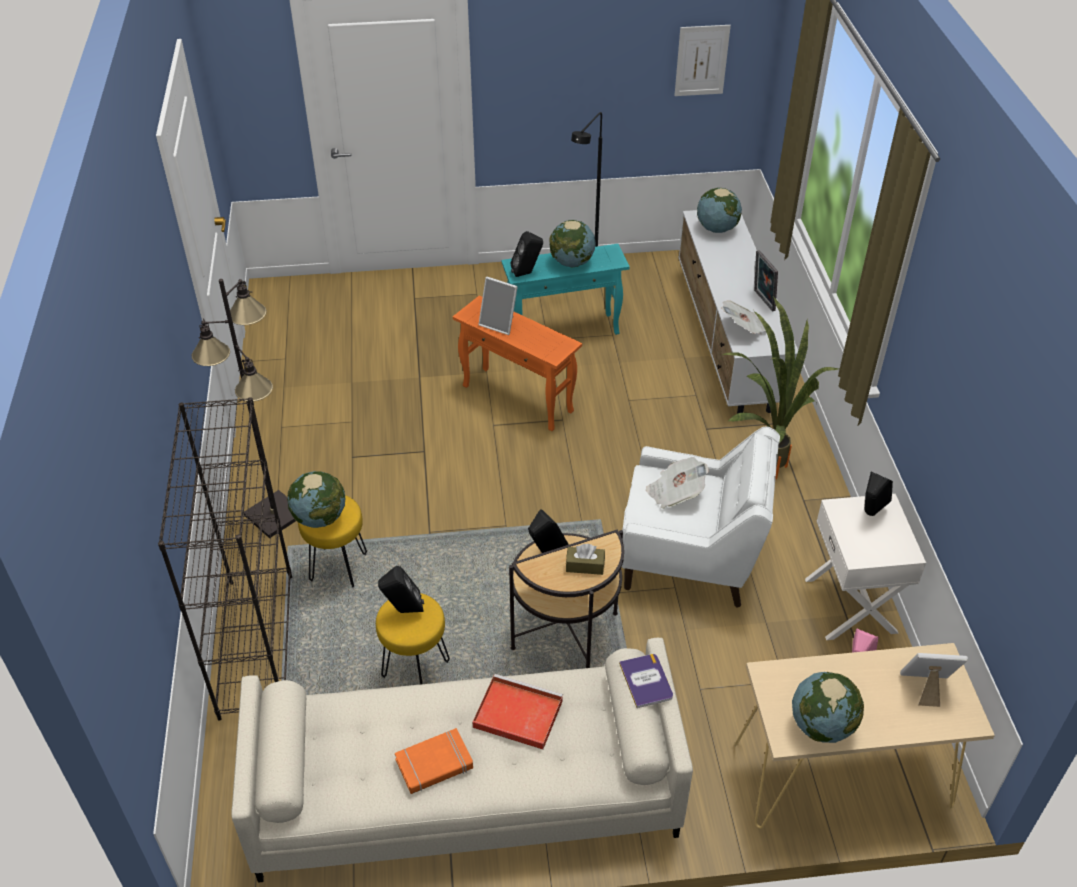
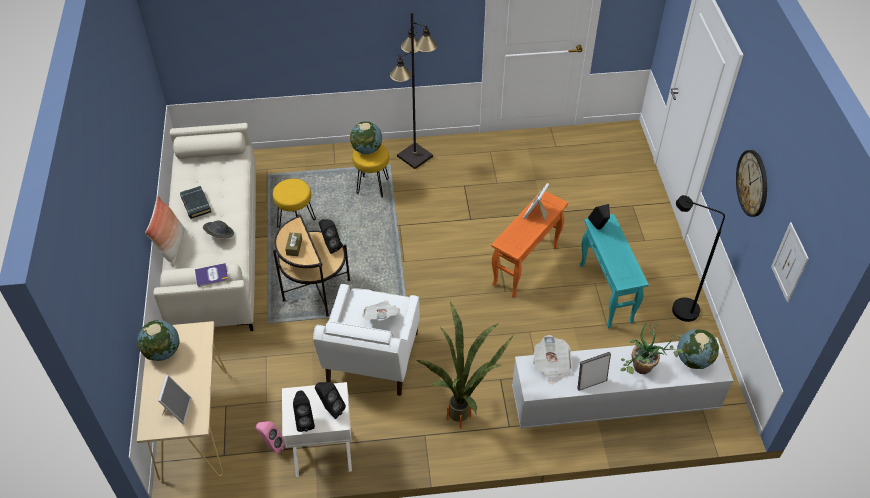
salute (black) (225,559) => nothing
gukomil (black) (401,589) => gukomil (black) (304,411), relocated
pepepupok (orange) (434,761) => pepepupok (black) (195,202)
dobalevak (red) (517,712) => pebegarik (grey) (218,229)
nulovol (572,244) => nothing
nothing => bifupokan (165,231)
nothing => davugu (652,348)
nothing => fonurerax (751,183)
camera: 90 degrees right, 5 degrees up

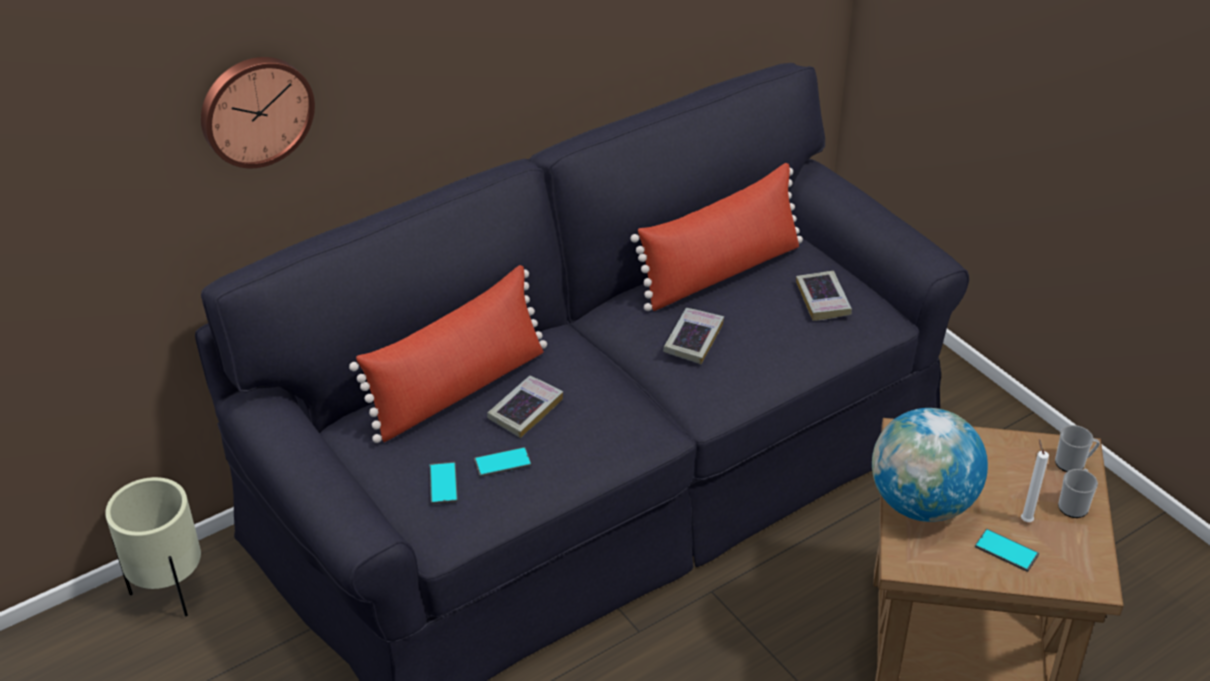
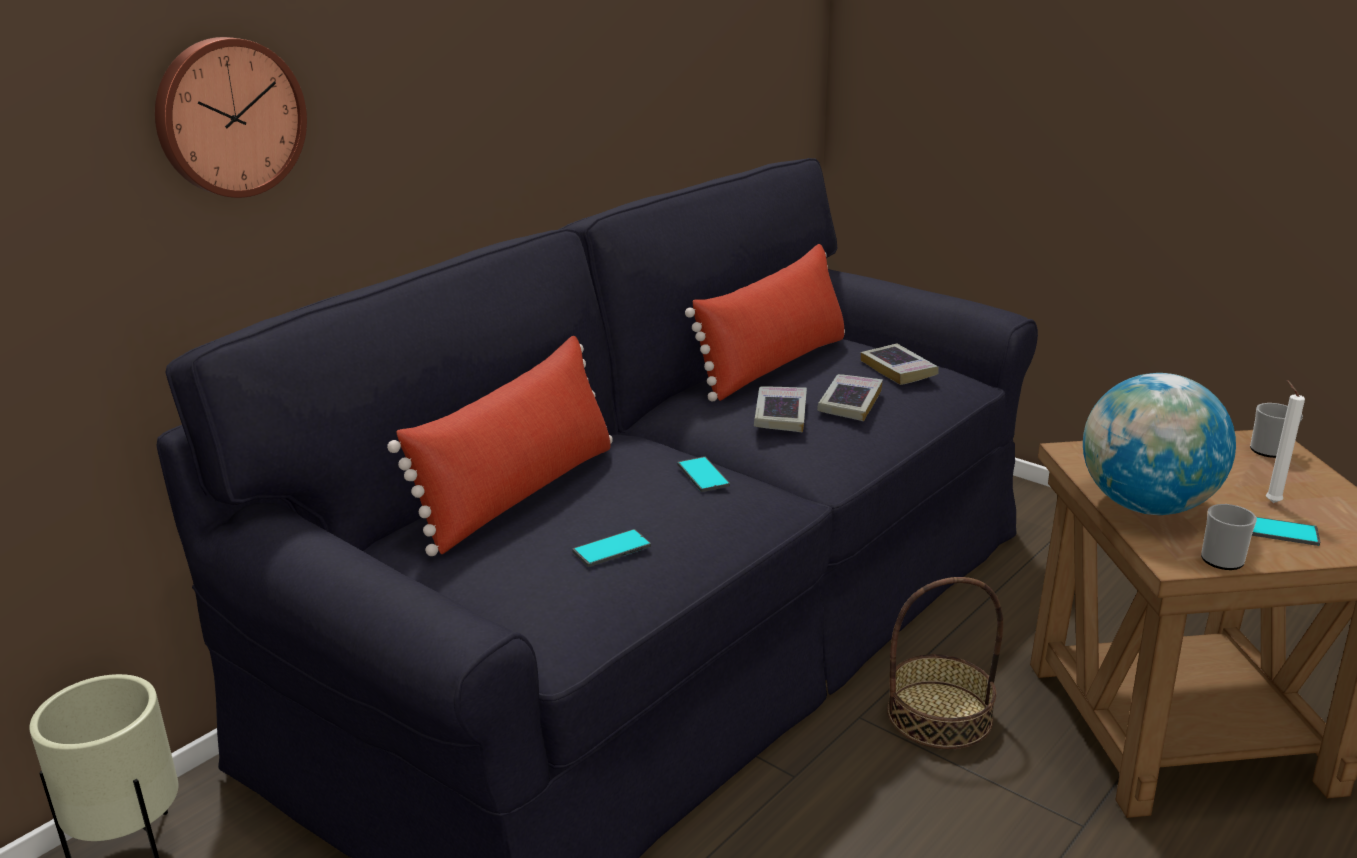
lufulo (444,483) => lufulo (703,474), relocated
pepepupok (525,407) => pepepupok (850,397), relocated
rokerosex (1078,493) => rokerosex (1229,537), relocated
nothing => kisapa (945,663)
camera: 15 degrees left, 15 degrees down

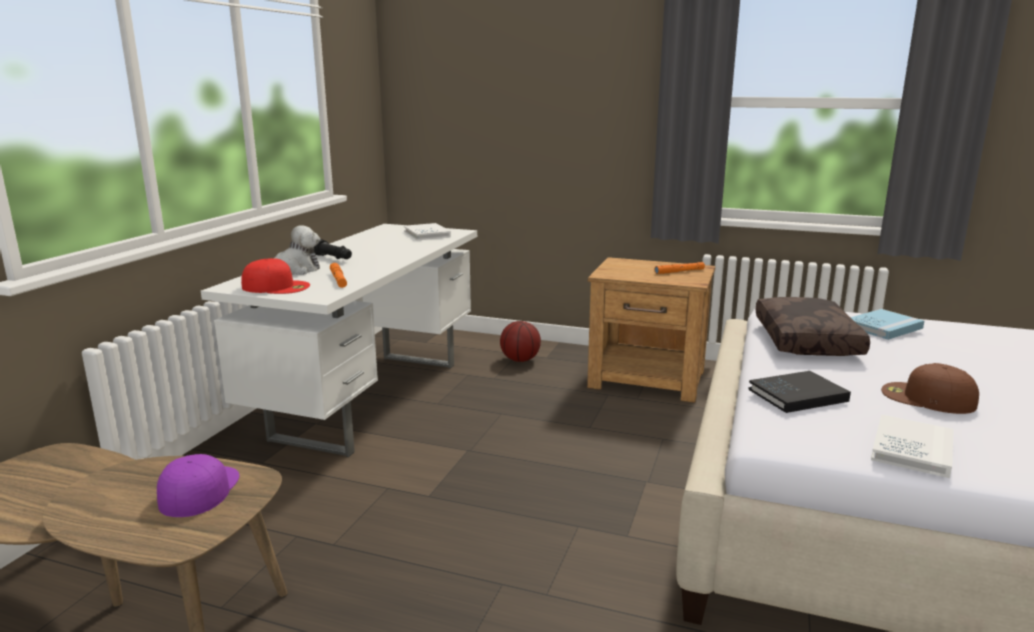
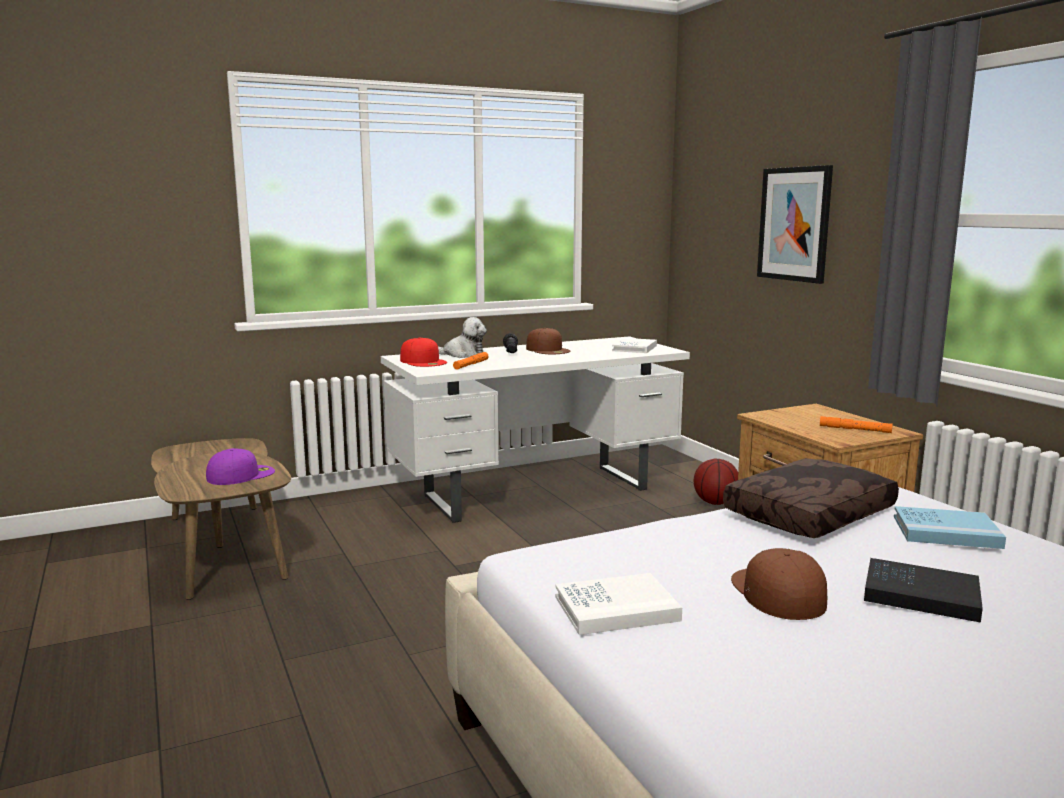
pepepupok (black) (799,392) => pepepupok (black) (923,590), relocated
nothing => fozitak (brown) (548,341)
nothing => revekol (795,224)
camera: 45 degrees right, 5 degrees down

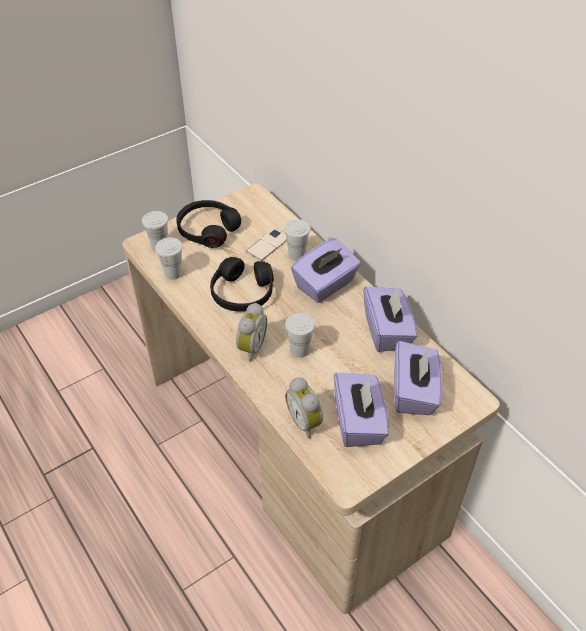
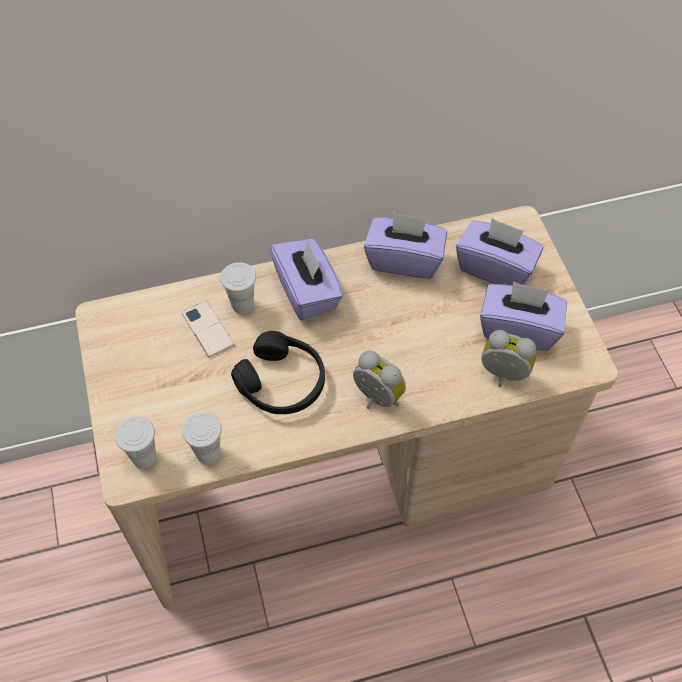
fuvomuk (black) (208,224) => nothing
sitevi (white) (300,335) => nothing
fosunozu (304,408) => fosunozu (508,358), 150 degrees counterclockwise
camera: 70 degrees left, 10 degrees up

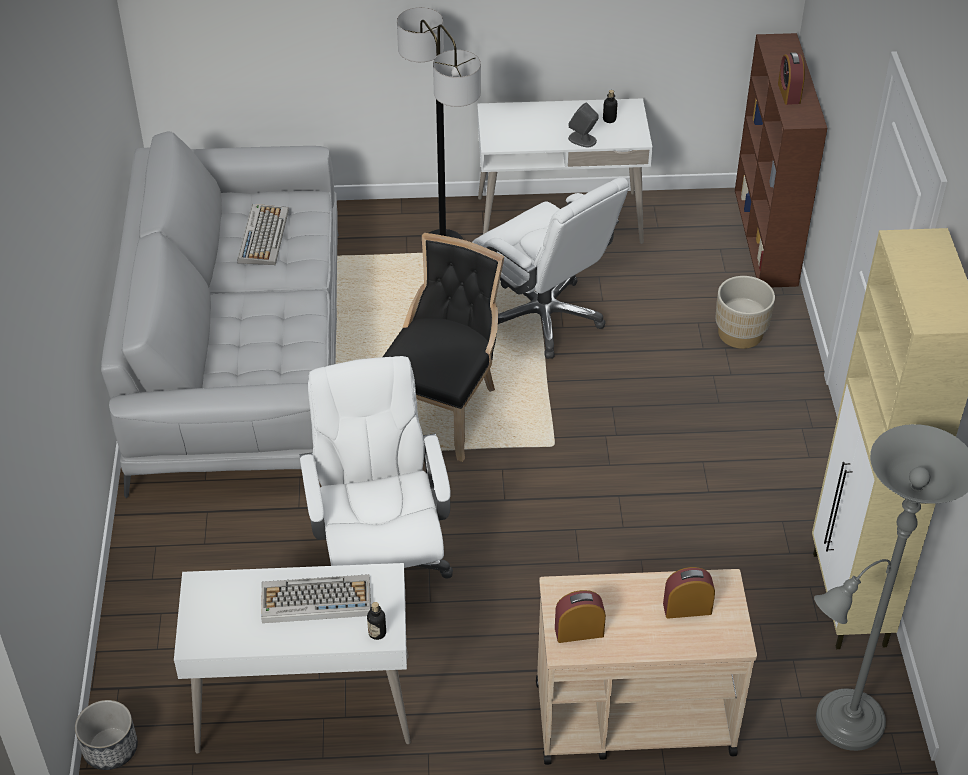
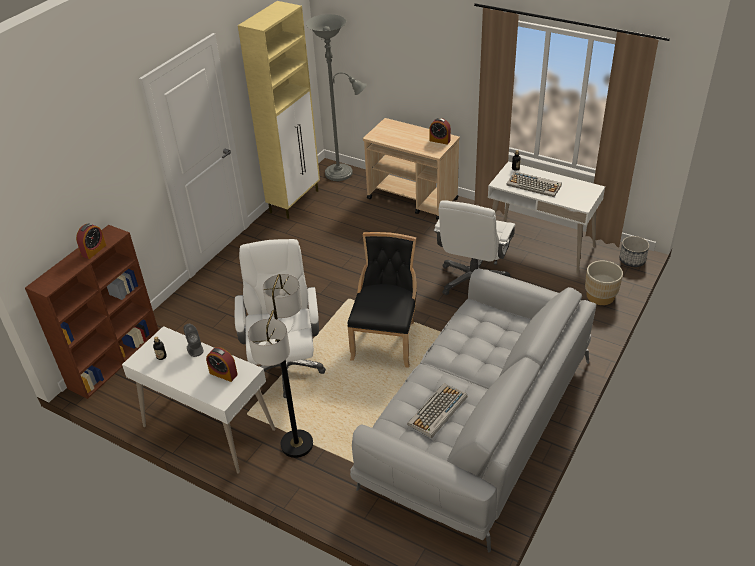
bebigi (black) (443,347) => bebigi (black) (382,300), 135 degrees clockwise
fosunozu (689,593) => fosunozu (222,364), relocated
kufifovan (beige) (745,312) => kufifovan (beige) (604,282), relocated
camera: 145 degrees left, 5 degrees down

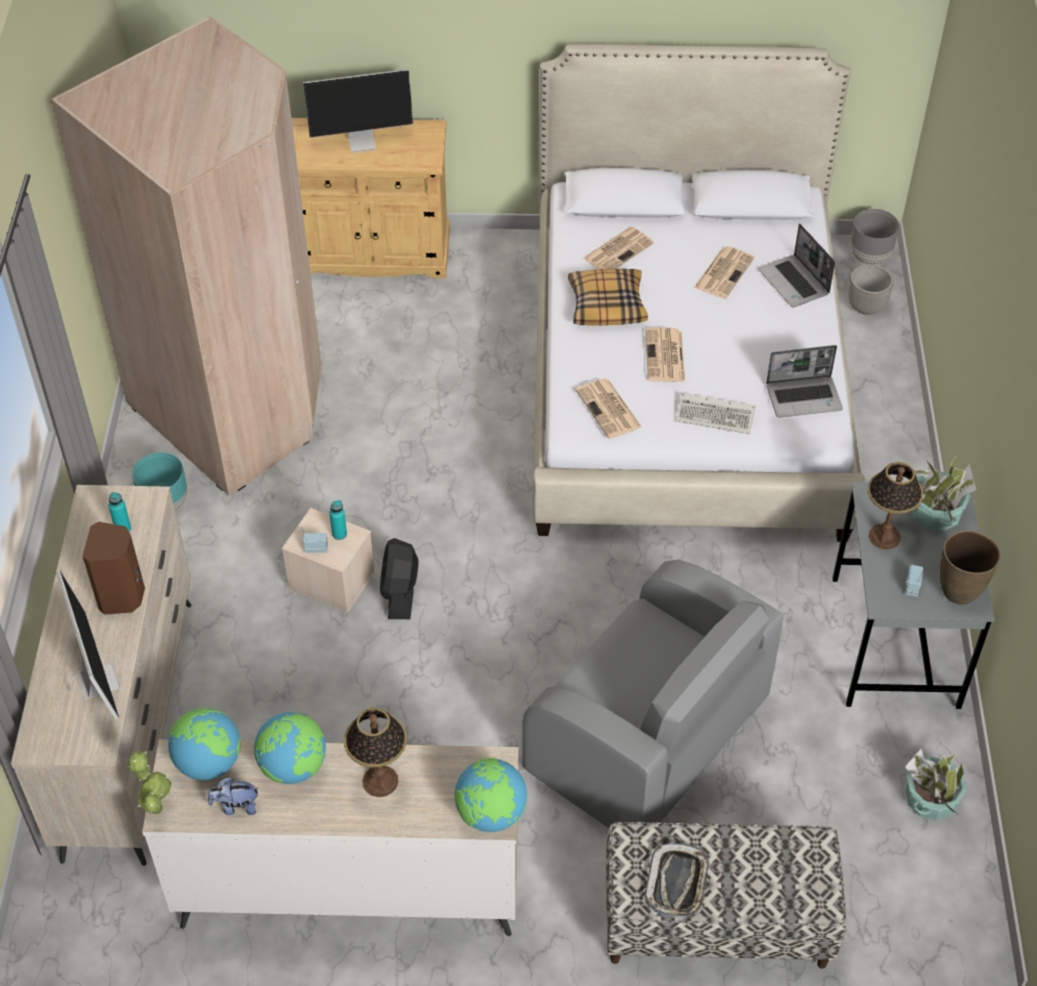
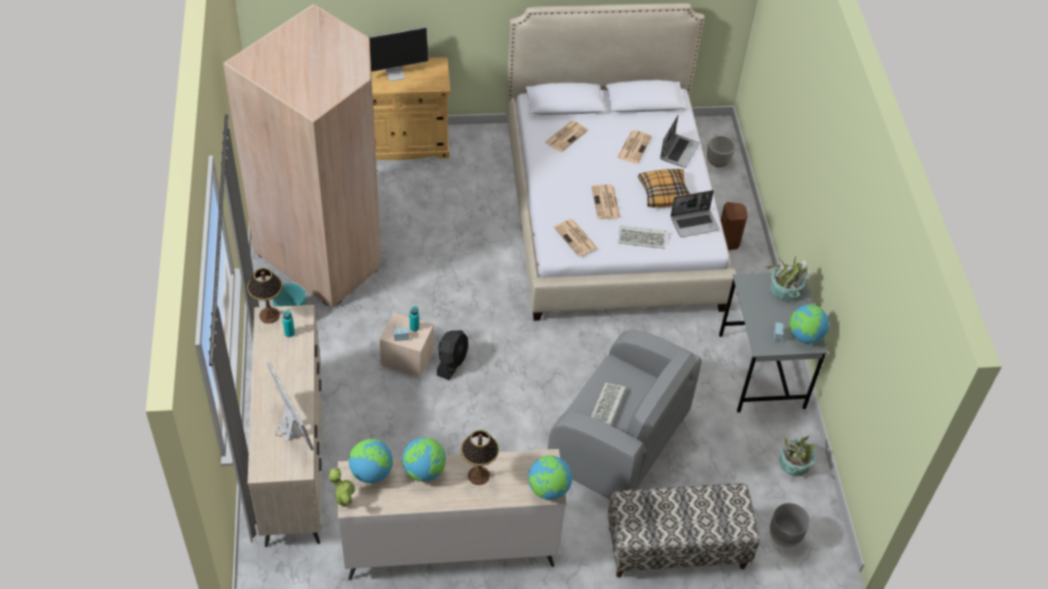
gukomil (brown) (114,568) => gukomil (brown) (734,226), relocated
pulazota (233,796) => nothing
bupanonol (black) (399,578) => bupanonol (black) (452,355), 150 degrees counterclockwise
bifupokan (608,297) => bifupokan (664,188), relocated
dobalevak (677,880) => nothing
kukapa (796,266) => kukapa (680,142), 120 degrees counterclockwise
kufifovan (grey) (874,236) => kufifovan (grey) (790,525), relocated
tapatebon (895,505) => tapatebon (265,296), relocated
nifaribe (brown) (970,567) => nulovol (809,324)
nothing => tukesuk (608,404)
camera: 10 degrees left, 0 degrees up

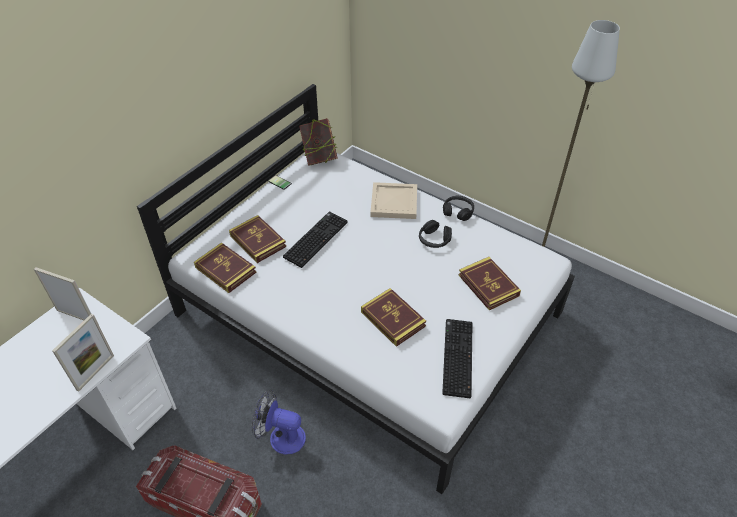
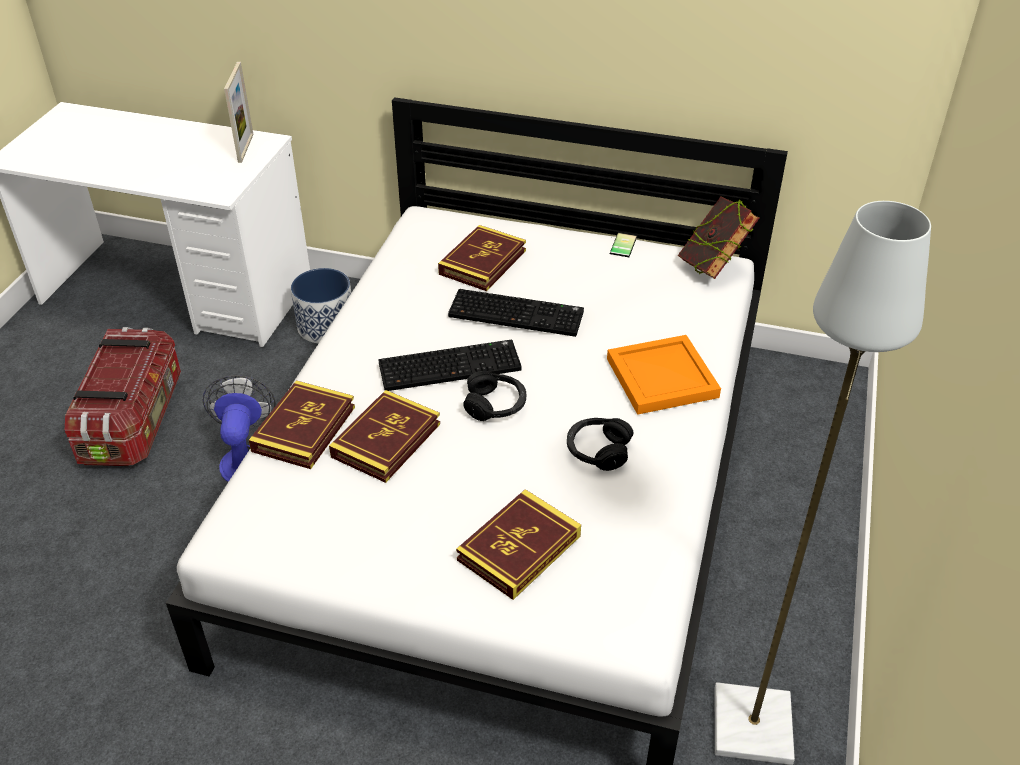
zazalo (83,353) => nothing
pepepupok (225,268) => pepepupok (302,424), relocated
dobalevak (beige) (393,200) => dobalevak (orange) (664,375)
tukesuk (457,359) => tukesuk (450,365), relocated
fuvomuk (black) (458,208) => fuvomuk (black) (494,396), relocated
nothing => kufifovan (321,305)
camera: 70 degrees right, 5 degrees down

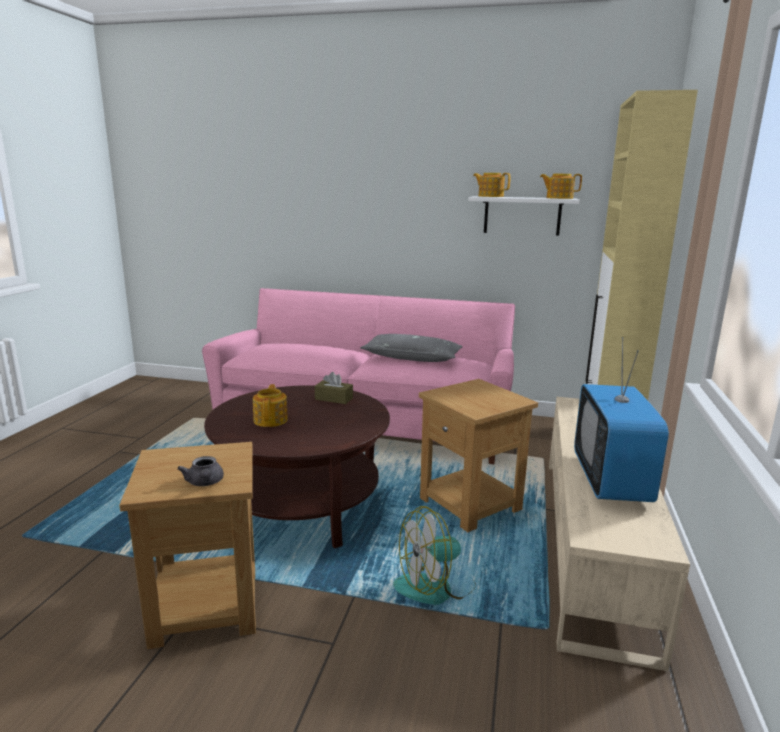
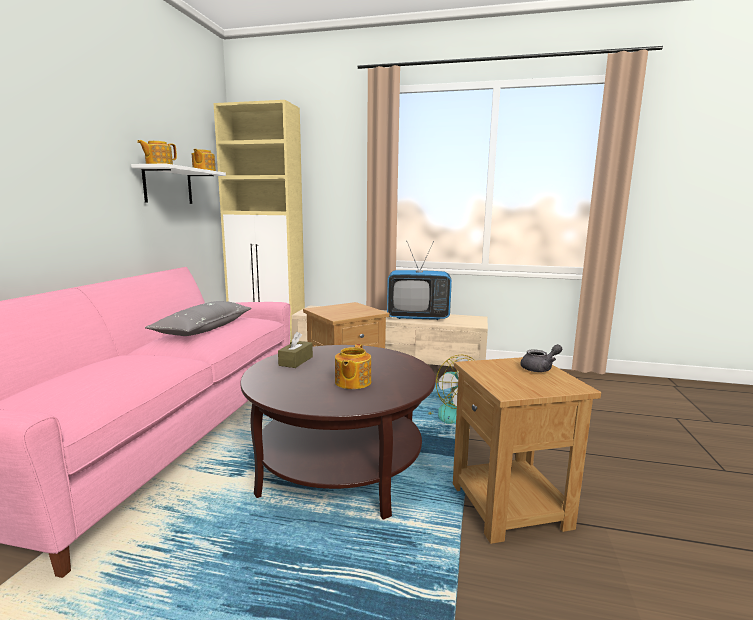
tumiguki (270,405) => tumiguki (353,366), 75 degrees counterclockwise
camera: 90 degrees left, 5 degrees down

